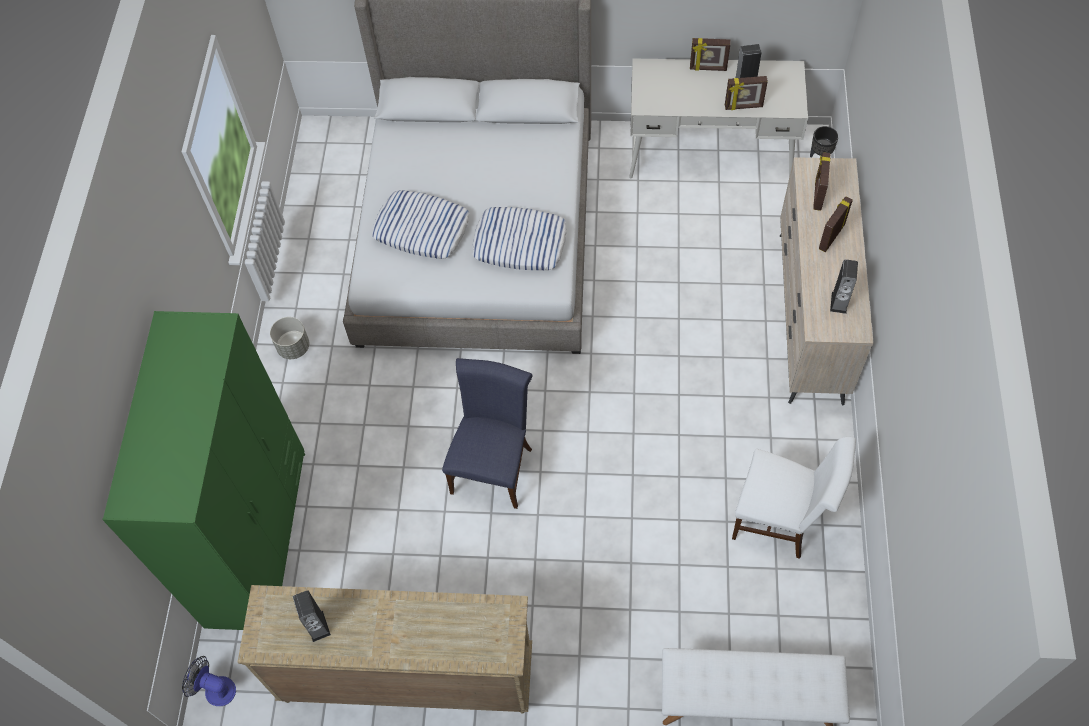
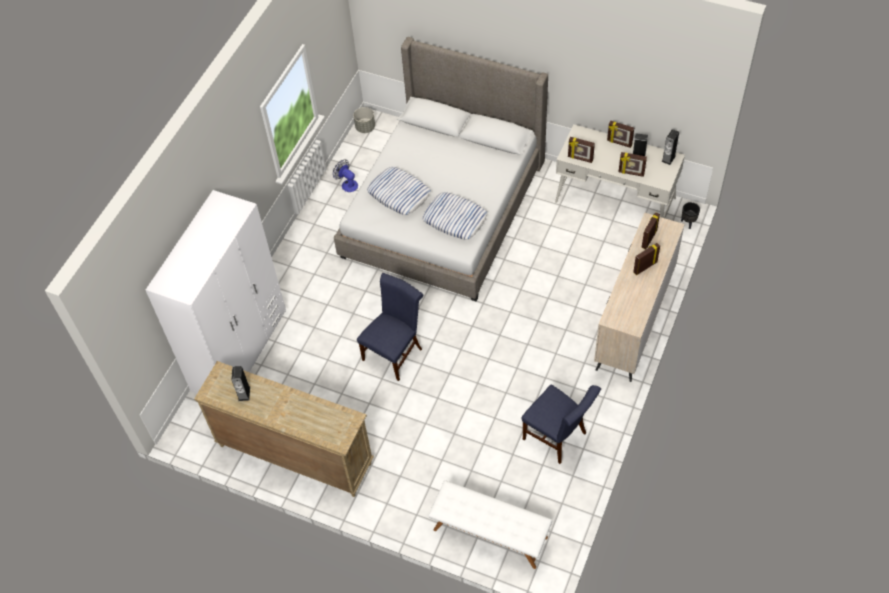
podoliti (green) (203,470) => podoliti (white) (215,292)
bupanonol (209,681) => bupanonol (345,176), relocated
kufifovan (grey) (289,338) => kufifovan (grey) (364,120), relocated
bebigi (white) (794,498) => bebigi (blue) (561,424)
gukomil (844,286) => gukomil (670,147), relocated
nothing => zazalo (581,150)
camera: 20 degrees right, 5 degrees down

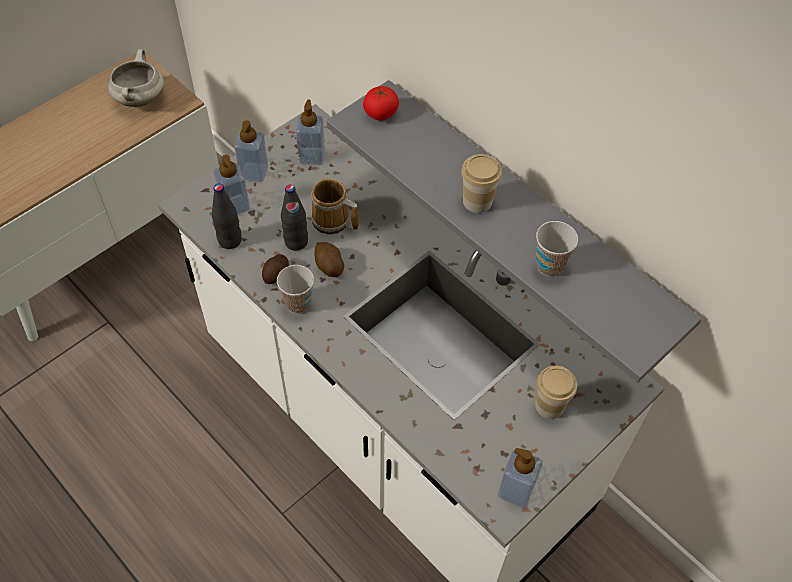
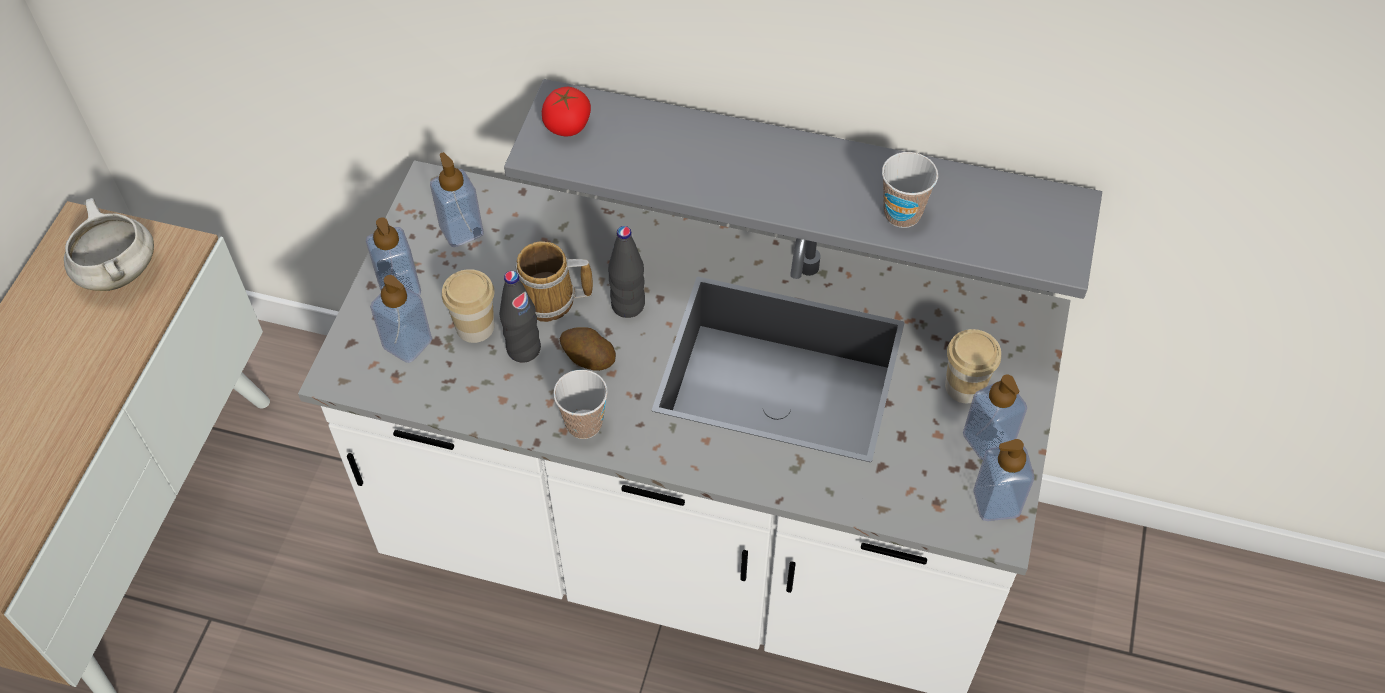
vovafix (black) (227,216) => vovafix (black) (626,272), relocated
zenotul (275,269) => nothing
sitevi (481,183) => sitevi (468,306), relocated
nothing => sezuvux (995,417)
camera: 30 degrees left, 0 degrees up

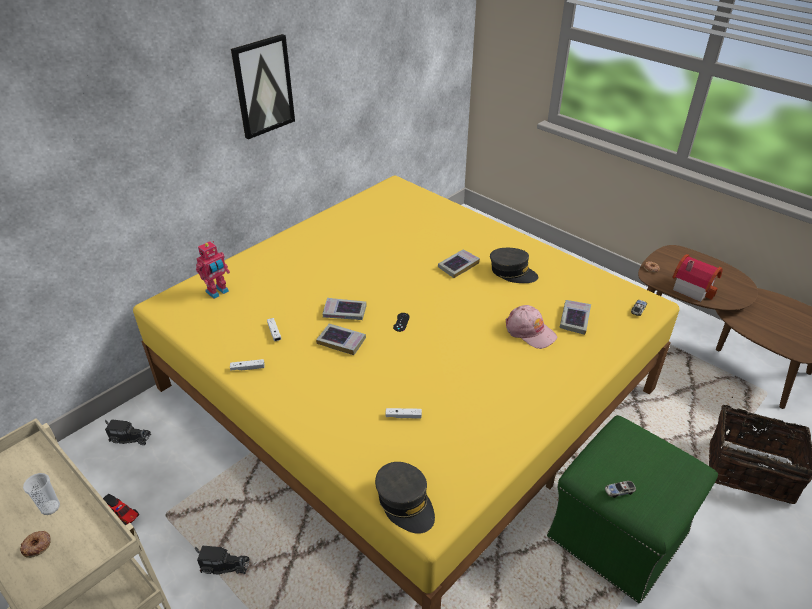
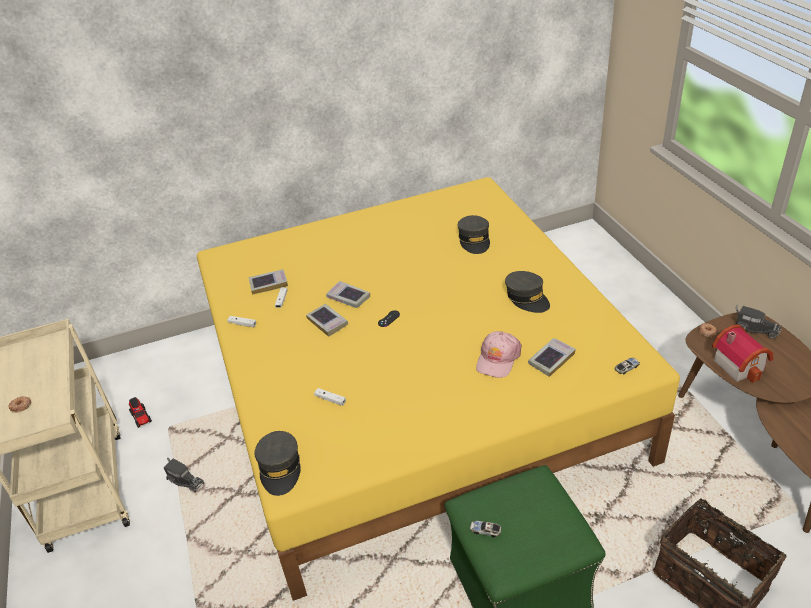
sitevi (41,494) => nothing
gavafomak (128,432) => gavafomak (758,322), relocated
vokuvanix (213,270) => nothing
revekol (263,86) => nothing
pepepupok (459,263) => pepepupok (268,282), relocated
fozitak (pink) (531,327) => fozitak (pink) (499,354), 45 degrees clockwise
nothing => fozitak (grey) (474,234)
camera: 30 degrees right, 0 degrees up

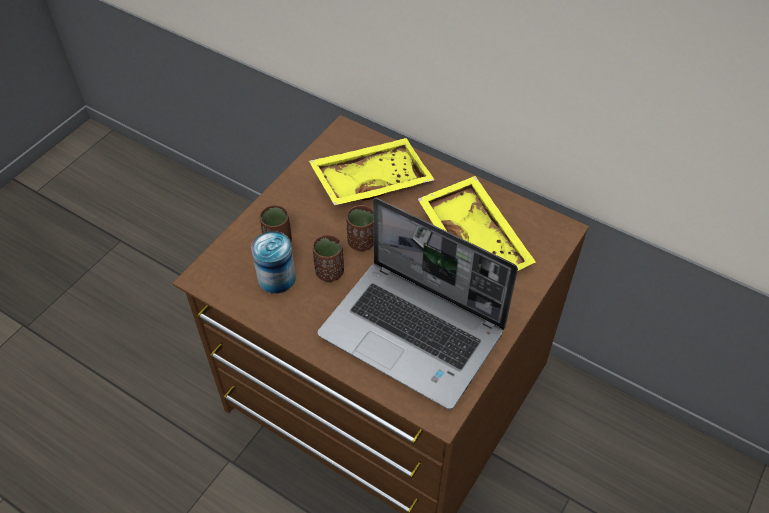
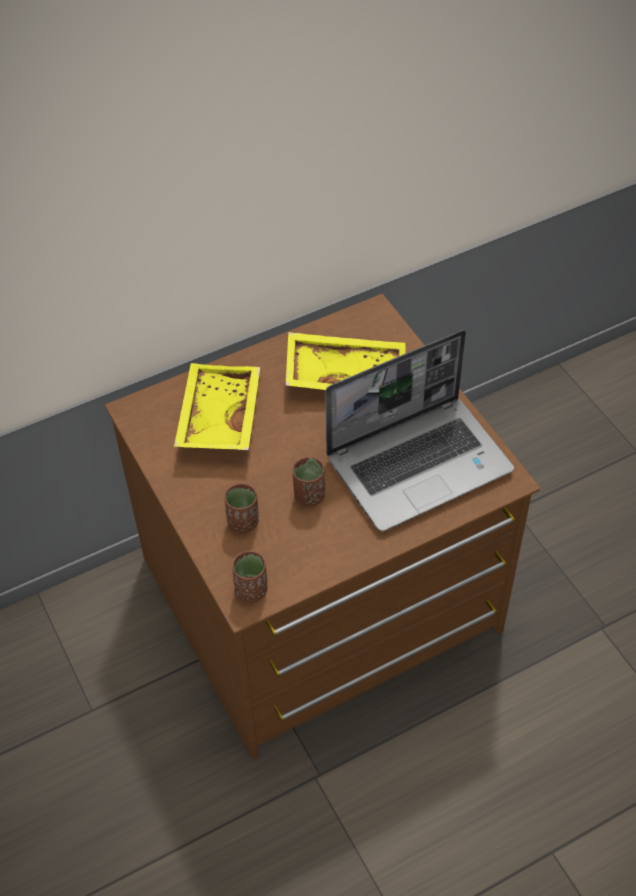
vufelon (273,262) => nothing
sitevi (brown) (360,228) => sitevi (brown) (249,577), relocated
camera: 60 degrees left, 0 degrees up

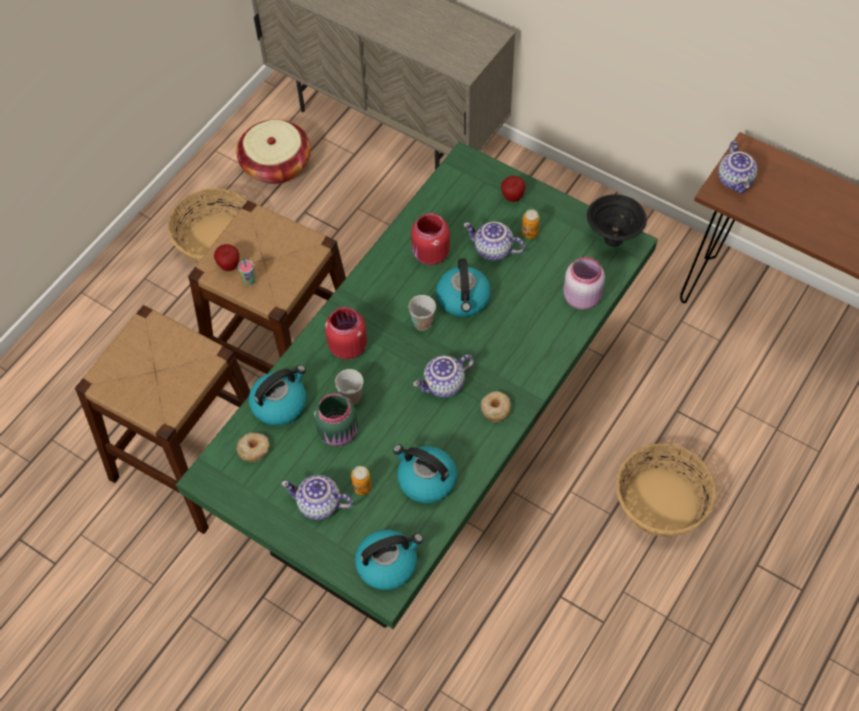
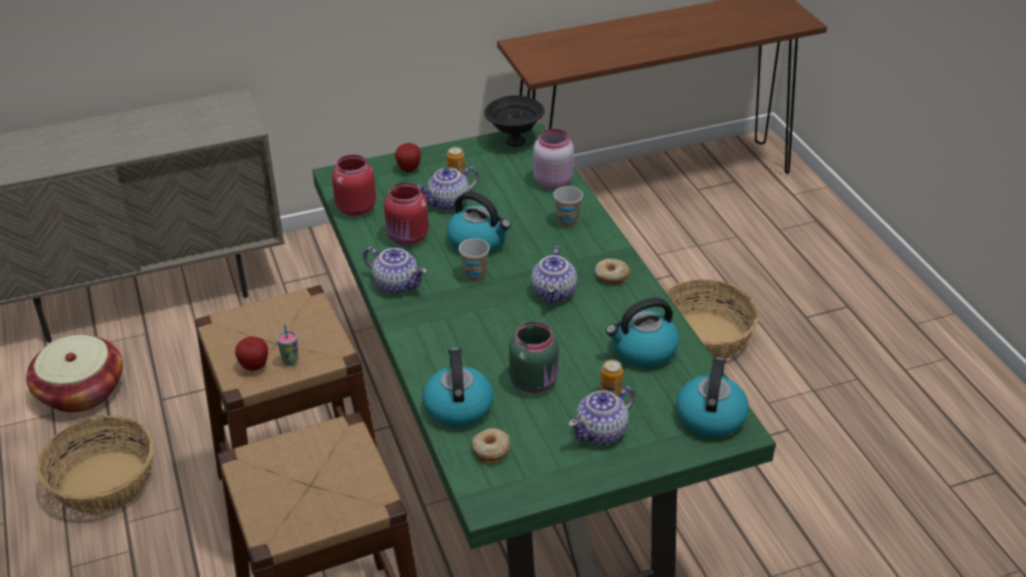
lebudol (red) (346,333) => lebudol (red) (354,185), relocated
sitevi (349,387) => sitevi (568,206), relocated
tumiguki (737,167) => tumiguki (395,270), relocated
camera: 55 degrees left, 20 degrees down

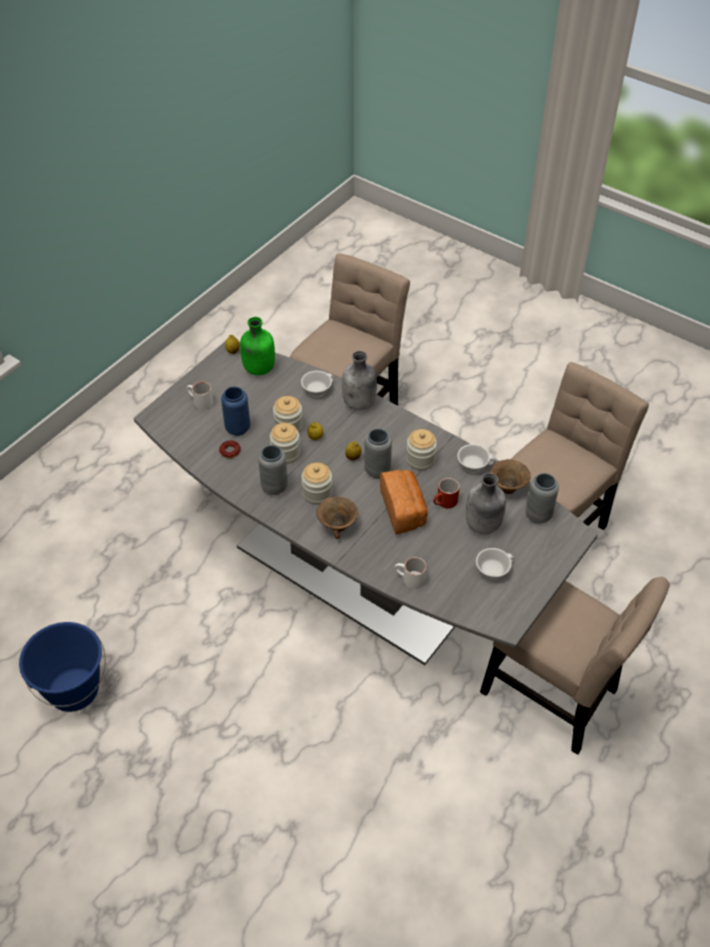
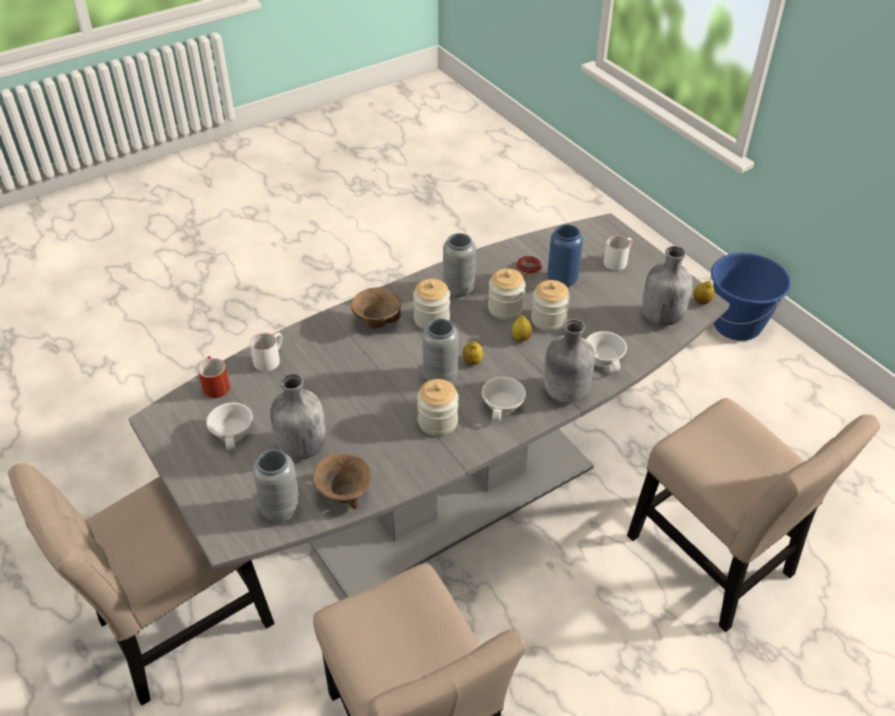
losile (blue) (62,667) => losile (blue) (750,297), relocated
vovafix (green) (257,346) => vovafix (grey) (667,286)
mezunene (404,502) => nothing
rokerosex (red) (446,493) => rokerosex (red) (214,377), relocated
sitevi (white) (476,458) => sitevi (white) (504,399), relocated
camera: 110 degrees right, 5 degrees down

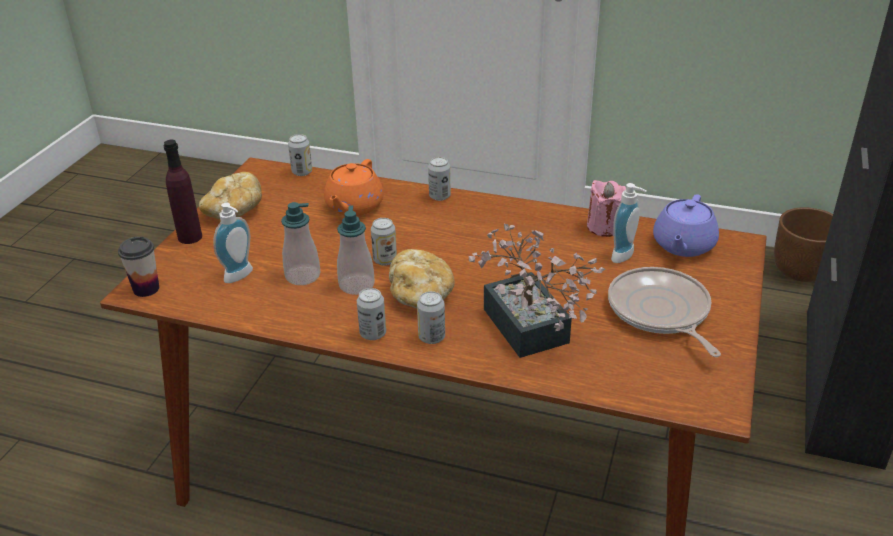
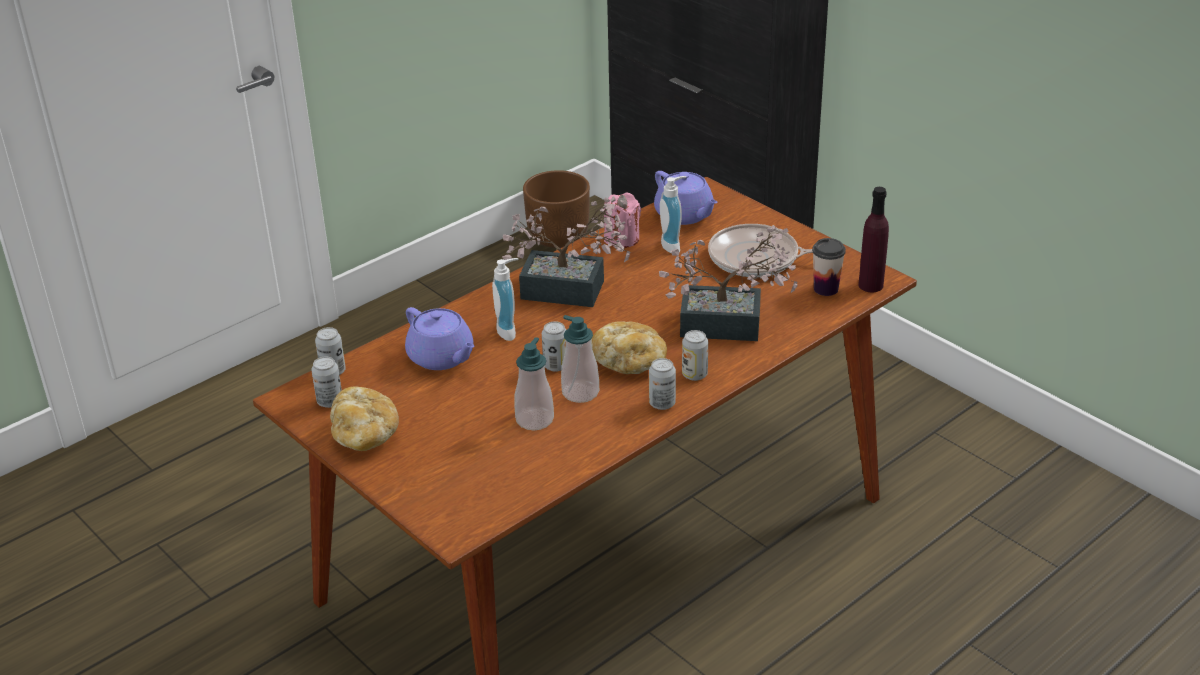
sitevi (138,267) => sitevi (829,267), relocated
vovafix (purple) (183,192) => vovafix (purple) (873,239), relocated
sezuvux (233,242) => sezuvux (505,299), relocated
tumiguki (orange) (354,187) => tumiguki (purple) (439,338)
vufelon (439,179) => vufelon (326,382), relocated
nothing => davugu (566,251)
camera: 60 degrees left, 0 degrees up

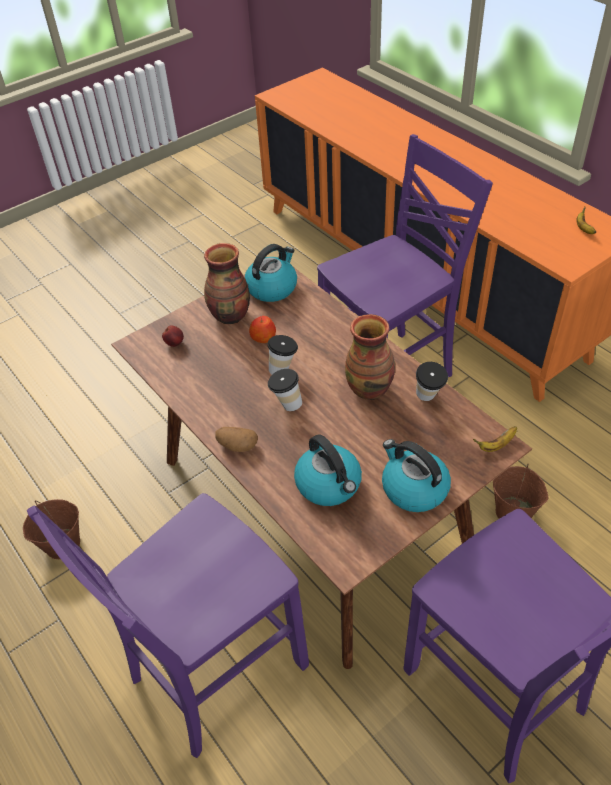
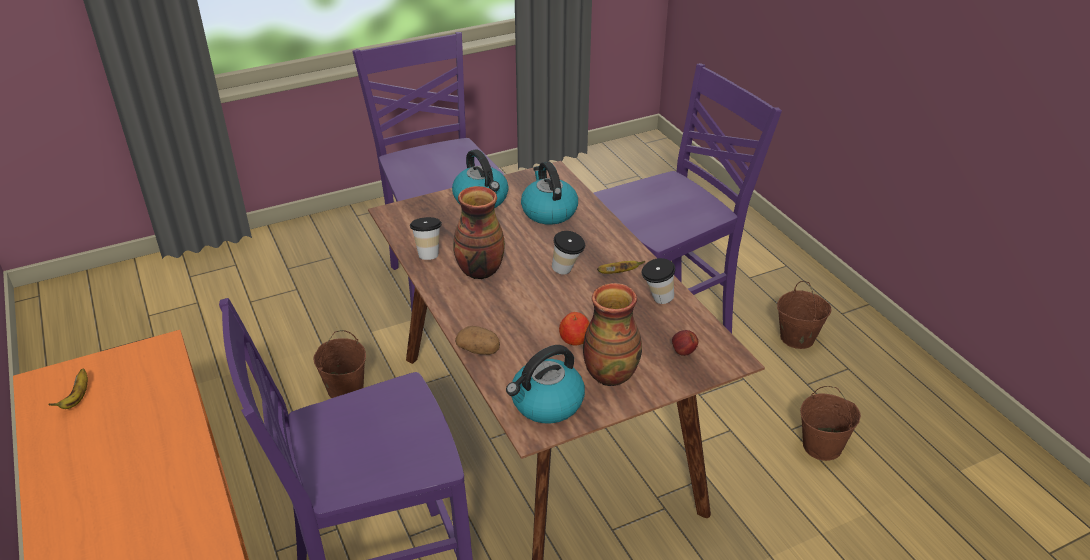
zenotul (236,439) => zenotul (477,340), relocated
sitevi (283,354) => sitevi (658,281), relocated
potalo (495,439) => potalo (621,267), relocated
nothing => losile (brown) (804,315)
camera: 170 degrees left, 10 degrees down

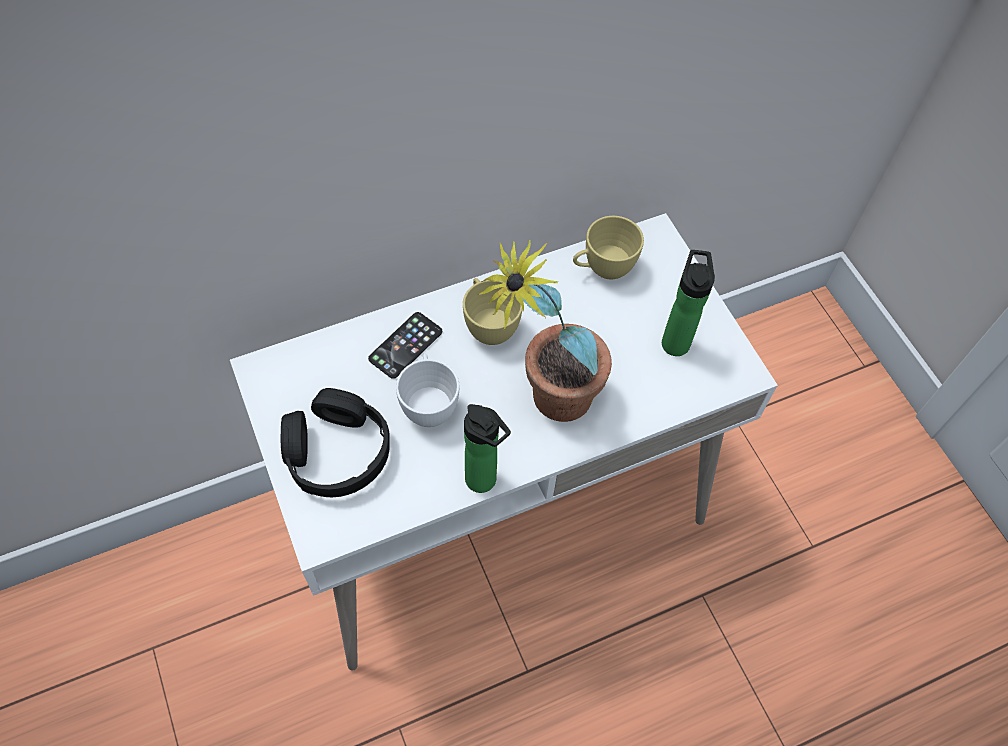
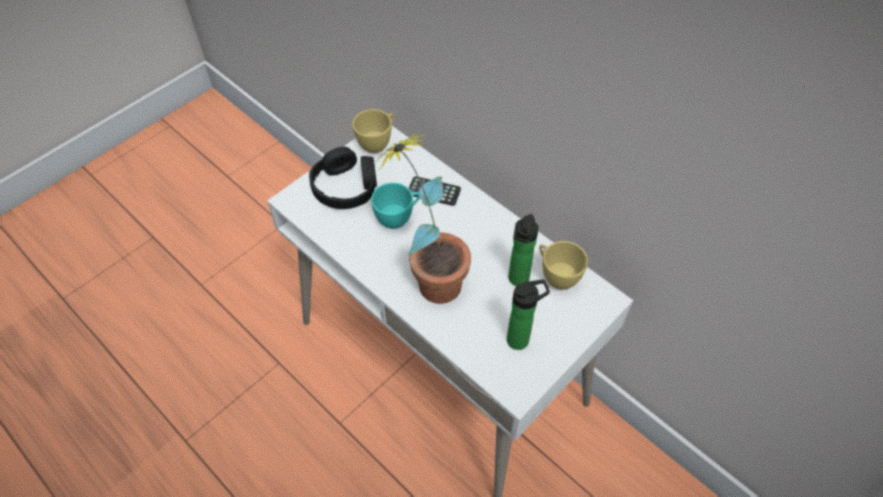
sitevi (white) (427,390) => sitevi (turquoise) (395,206)
sitevi (yellow) (493,311) => sitevi (yellow) (373,131), relocated
vovafix (487,448) => vovafix (523,250), relocated
camera: 70 degrees right, 5 degrees down

